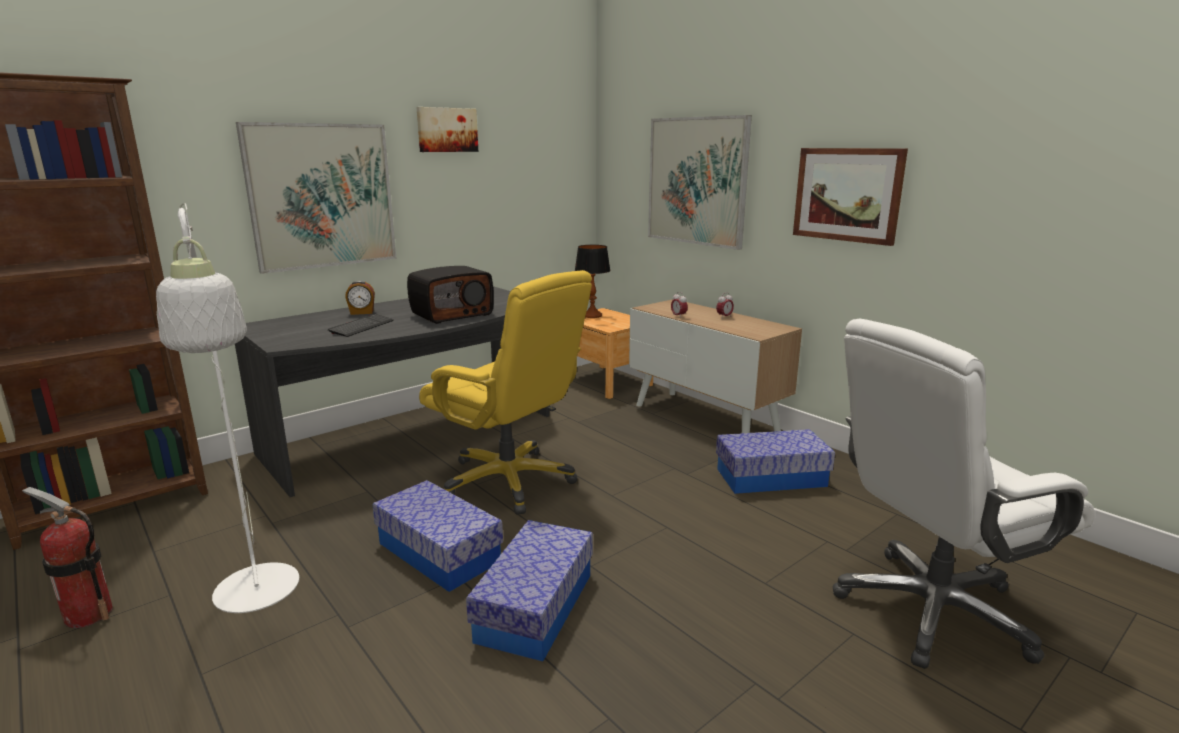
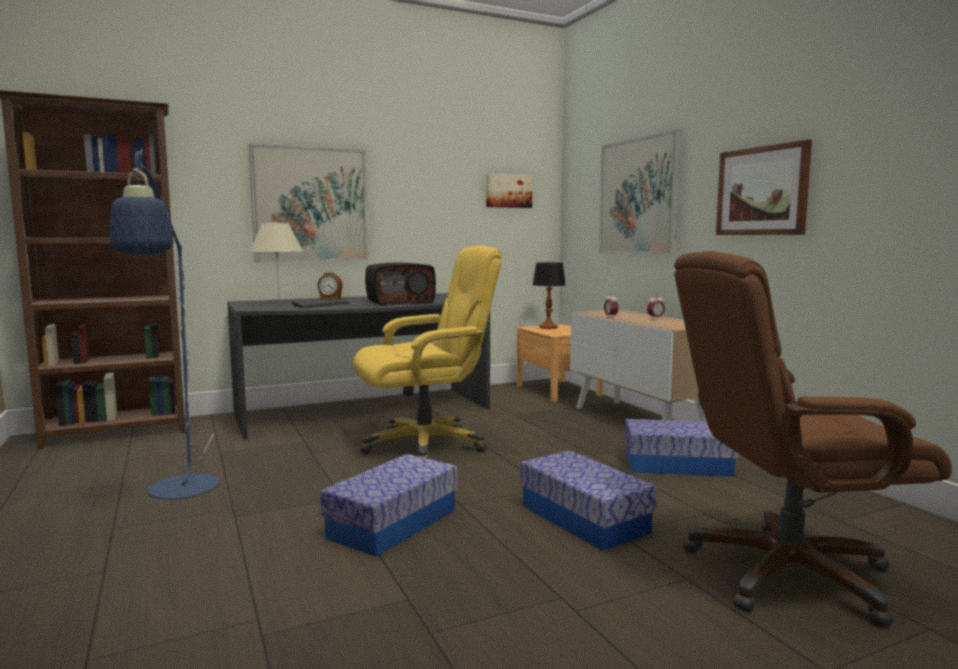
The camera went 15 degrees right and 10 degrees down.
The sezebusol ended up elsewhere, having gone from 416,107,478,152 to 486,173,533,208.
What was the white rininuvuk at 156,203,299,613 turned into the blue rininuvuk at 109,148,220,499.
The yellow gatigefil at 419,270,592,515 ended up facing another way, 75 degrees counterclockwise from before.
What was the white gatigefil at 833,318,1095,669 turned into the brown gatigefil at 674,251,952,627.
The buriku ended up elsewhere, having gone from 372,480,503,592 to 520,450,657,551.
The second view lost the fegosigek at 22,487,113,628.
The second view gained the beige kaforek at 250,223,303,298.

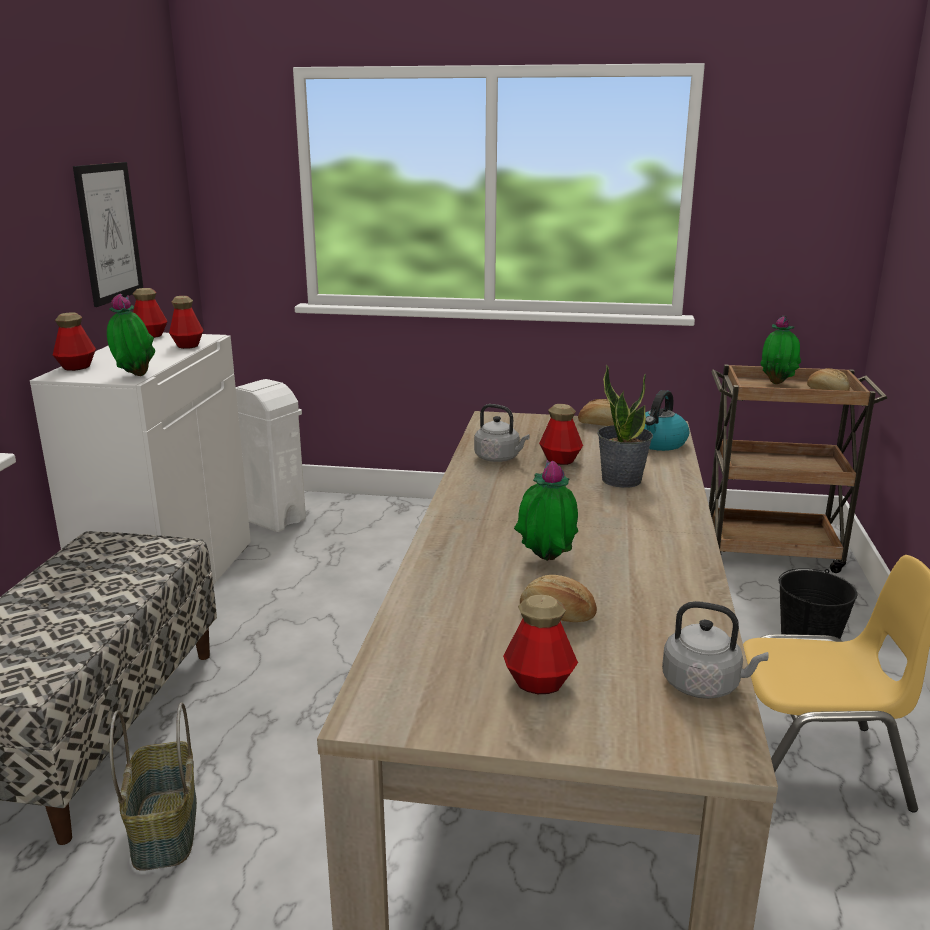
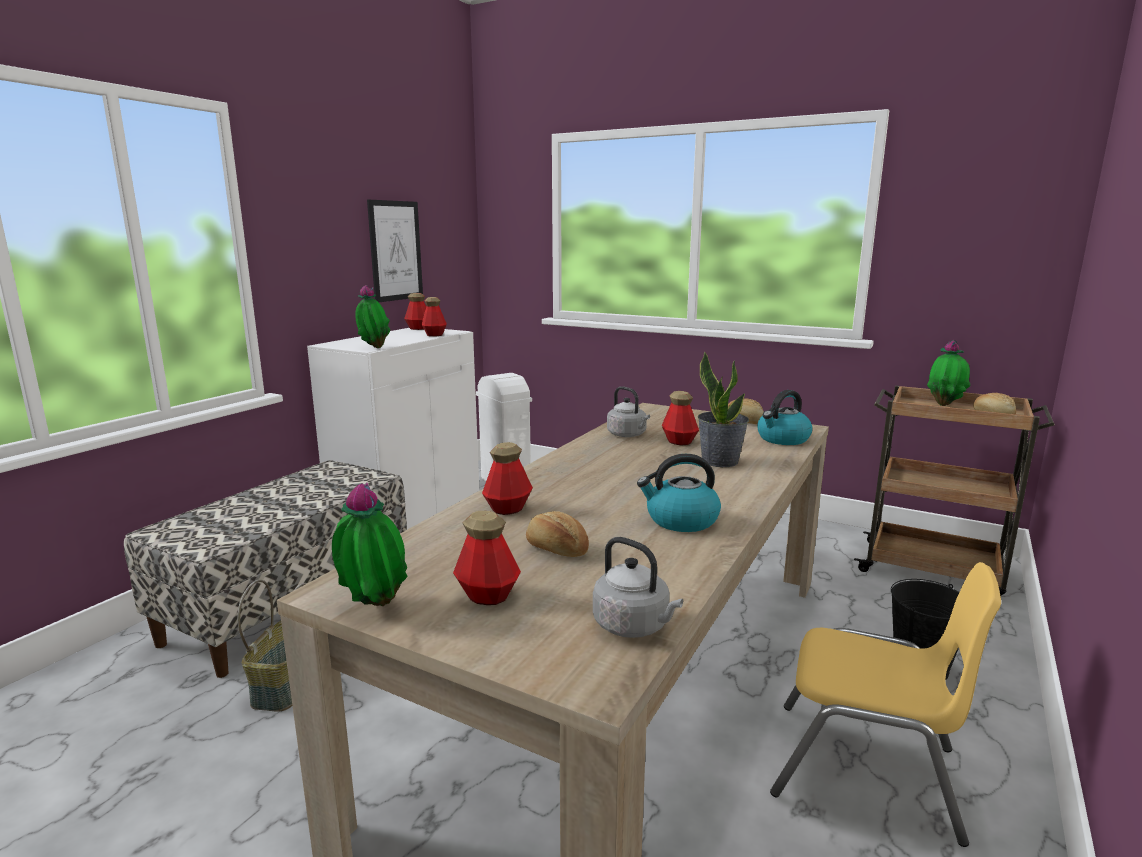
The camera went 20 degrees right and 5 degrees down.
The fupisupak ended up elsewhere, having gone from 53,312,96,371 to 482,442,533,515.
The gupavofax ended up elsewhere, having gone from 514,460,578,561 to 332,482,408,606.
The second view gained the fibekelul at 637,454,721,532.

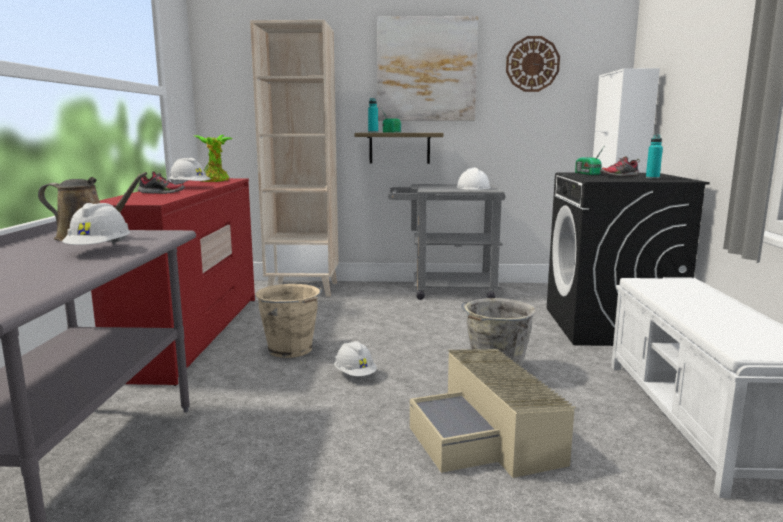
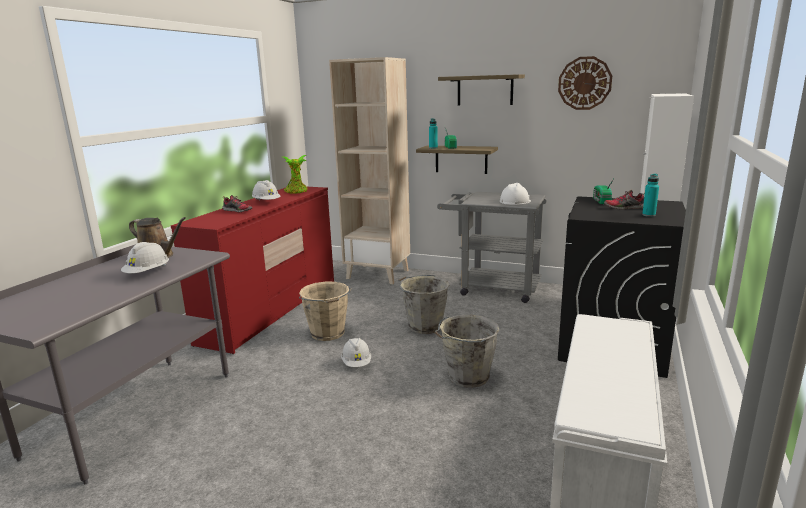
The camera went 20 degrees right and 5 degrees up.
Where the sezebusol hung at 377,16,478,121, the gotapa came to hang at 438,74,525,106.
The second view lost the beige buriku at 410,349,576,478.
The second view gained the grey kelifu at 398,275,449,334.

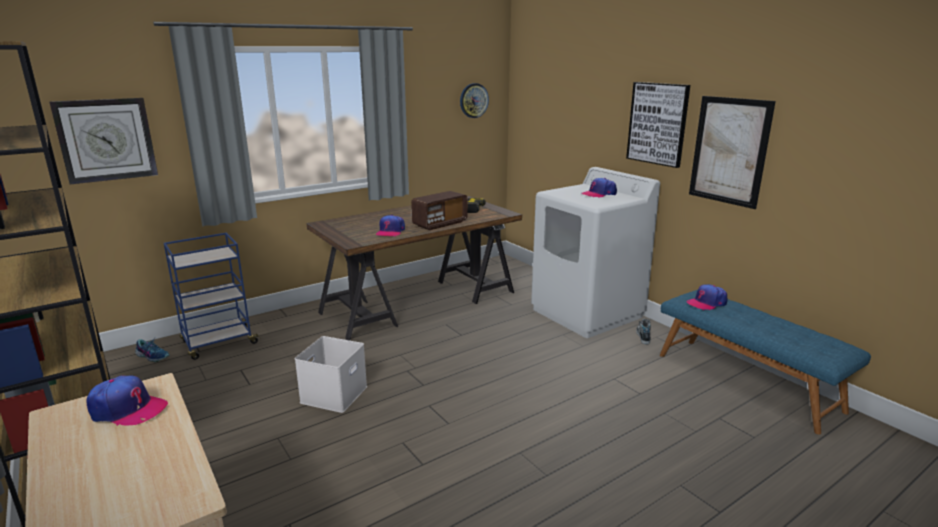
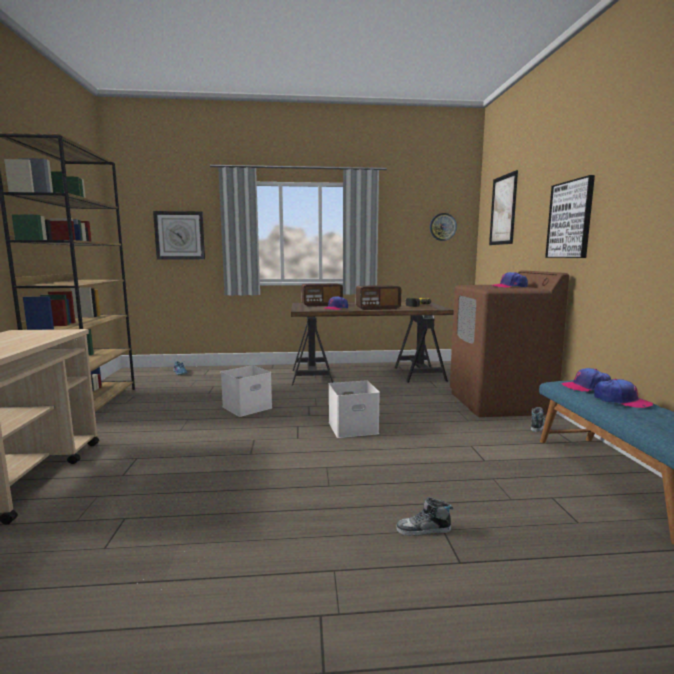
The camera went 30 degrees right and 10 degrees down.
The sezebusol ended up elsewhere, having gone from 689,96,776,209 to 489,170,518,245.
What was the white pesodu at 531,167,660,338 turned into the brown pesodu at 450,271,570,417.
The second view lost the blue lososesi at 164,233,261,360.
The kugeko ended up elsewhere, having gone from 86,375,168,426 to 594,379,653,408.
The second view gained the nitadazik at 301,283,343,307.
The second view gained the white buriku at 329,381,380,438.
The second view gained the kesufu at 396,497,453,536.

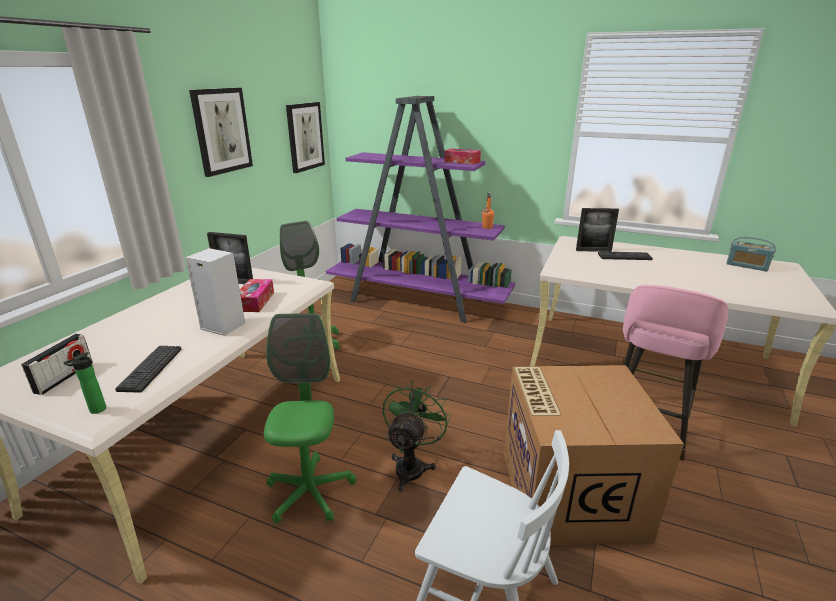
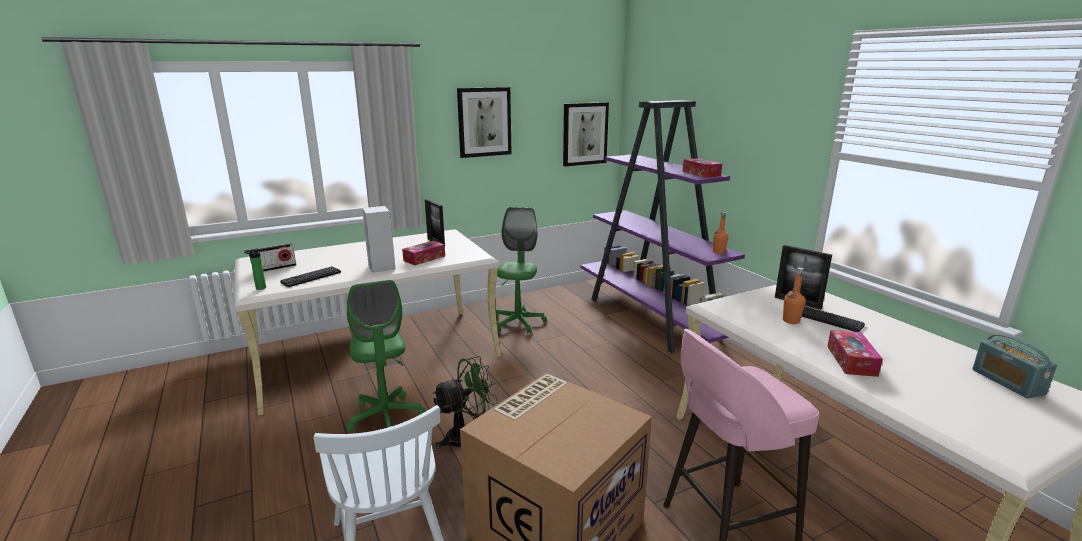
The camera went 40 degrees right and 5 degrees down.
The green gatigefil at 264,313,356,524 ended up facing another way, 120 degrees clockwise from before.
The second view gained the orange fupisupak at 783,268,806,324.
The second view gained the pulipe at 827,330,883,377.

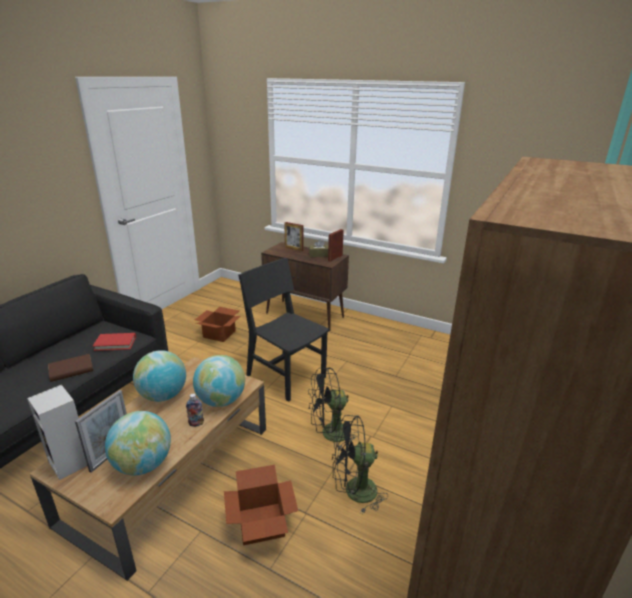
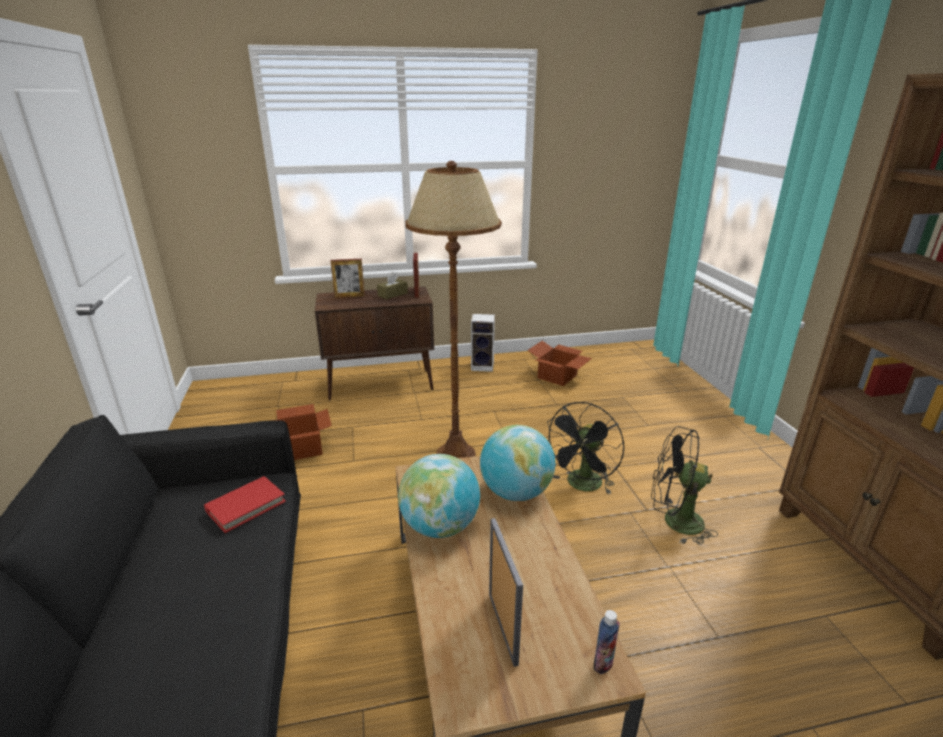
The camera went 40 degrees left and 0 degrees up.
Where the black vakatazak stood at 238,258,330,402, the brown rininuvuk came to stand at 405,161,502,458.
The second view lost the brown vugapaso at 48,354,93,382.
The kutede ended up elsewhere, having gone from 27,385,87,480 to 471,314,495,372.
The fupisupak ended up elsewhere, having gone from 186,393,204,427 to 594,610,620,674.
The second view lost the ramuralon at 105,411,171,475.
The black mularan at 332,415,388,514 ended up facing another way, 60 degrees clockwise from before.
The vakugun ended up elsewhere, having gone from 224,465,298,545 to 528,341,592,386.

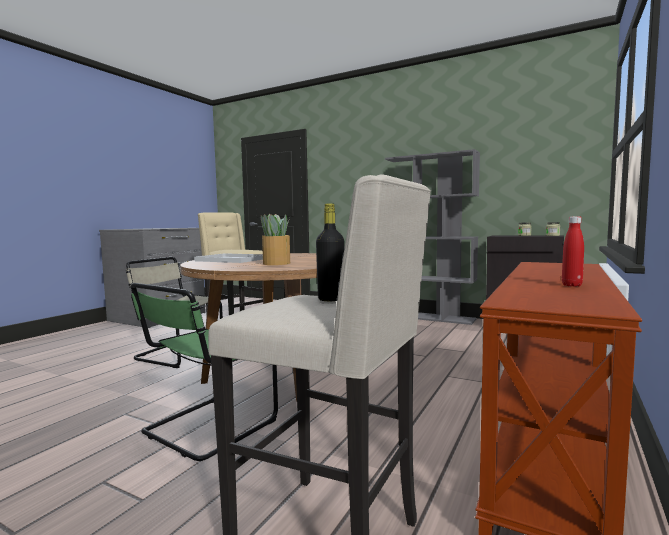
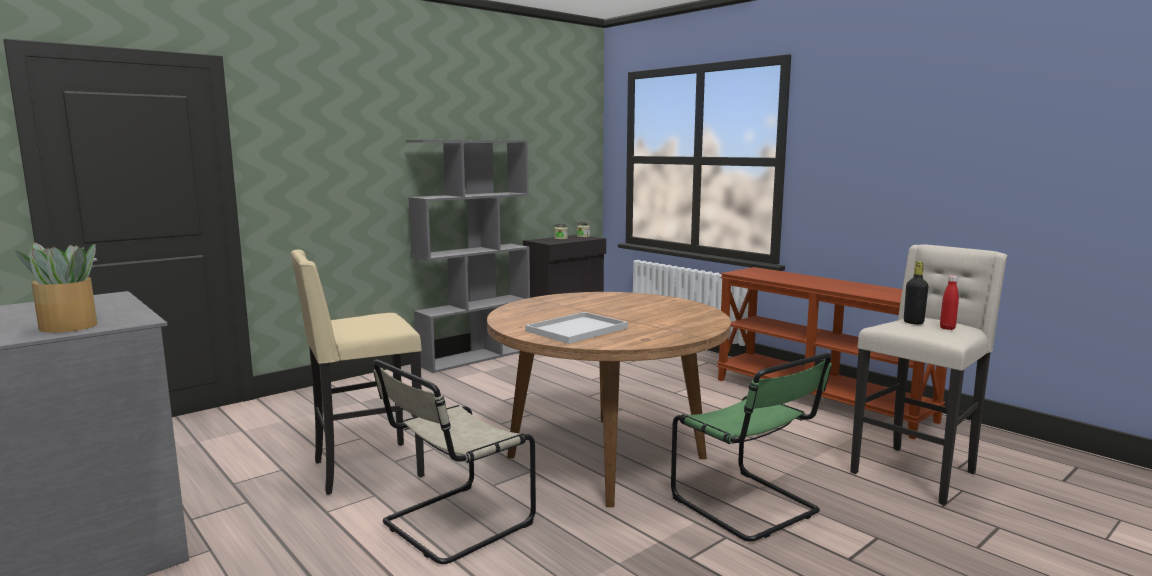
The camera went 70 degrees left and 5 degrees up.
The gupavofax ended up elsewhere, having gone from 261,214,290,265 to 15,243,97,333.
The red fupisupak ended up elsewhere, having gone from 562,217,584,287 to 940,275,959,330.

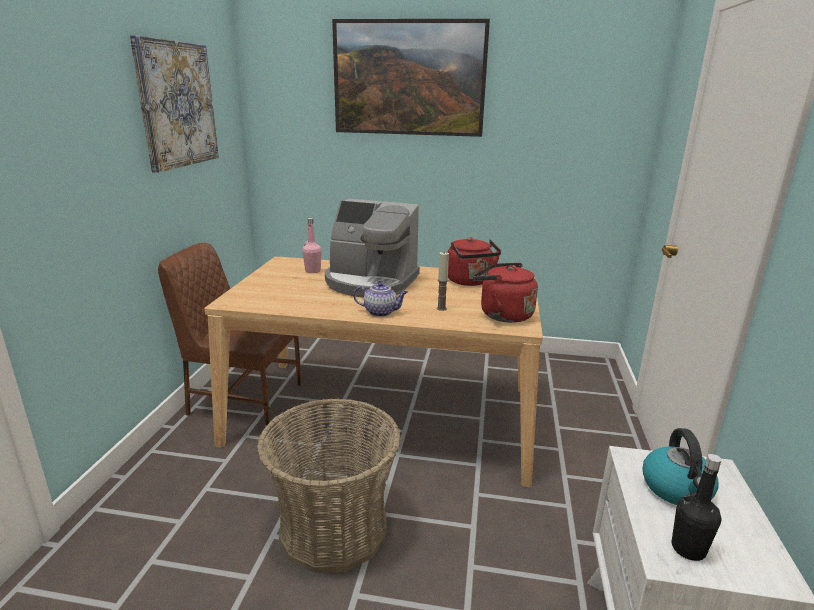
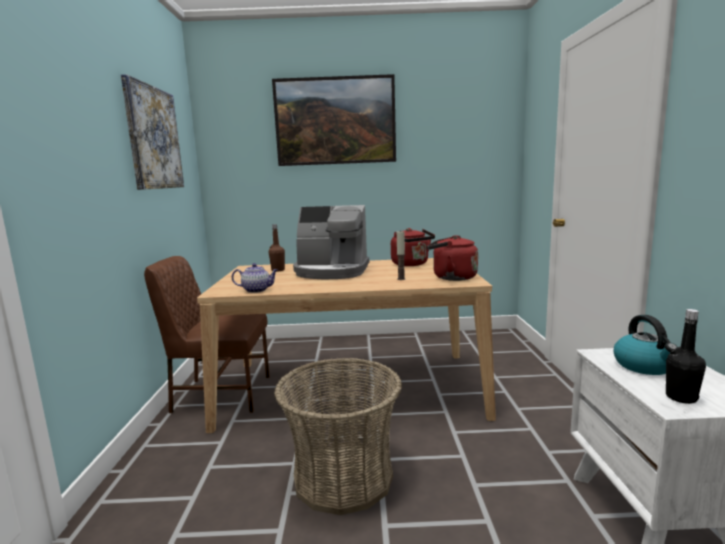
The camera went 10 degrees left and 10 degrees down.
What was the pink fupisupak at 302,218,322,273 turned into the brown fupisupak at 269,224,285,272.
The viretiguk ended up elsewhere, having gone from 354,282,408,317 to 232,263,278,293.

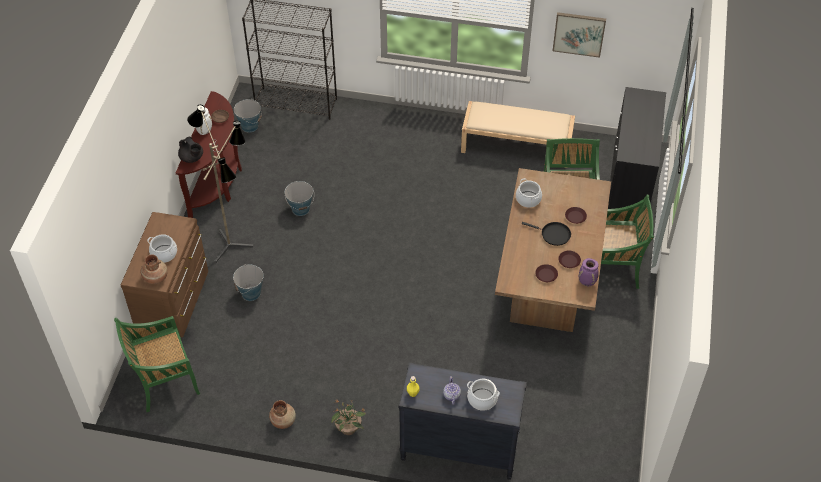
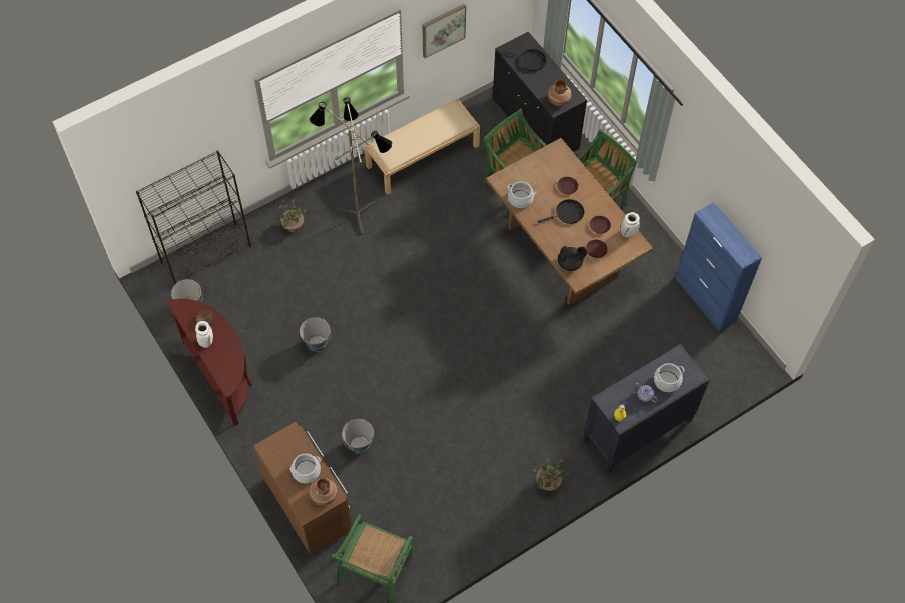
The camera went 45 degrees left and 10 degrees up.
The rininuvuk ended up elsewhere, having gone from 187,105,253,263 to 310,97,393,235.
The black viretiguk ended up elsewhere, having gone from 178,137,203,163 to 558,246,587,271.
What was the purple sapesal at 579,258,599,286 turned into the white sapesal at 621,212,640,237.
The brown sapesal ended up elsewhere, having gone from 269,400,296,429 to 548,79,571,106.
The second view gained the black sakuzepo at 502,49,547,71.
The second view gained the gupavofax at 274,199,307,232.
The second view gained the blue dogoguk at 675,202,762,331.

